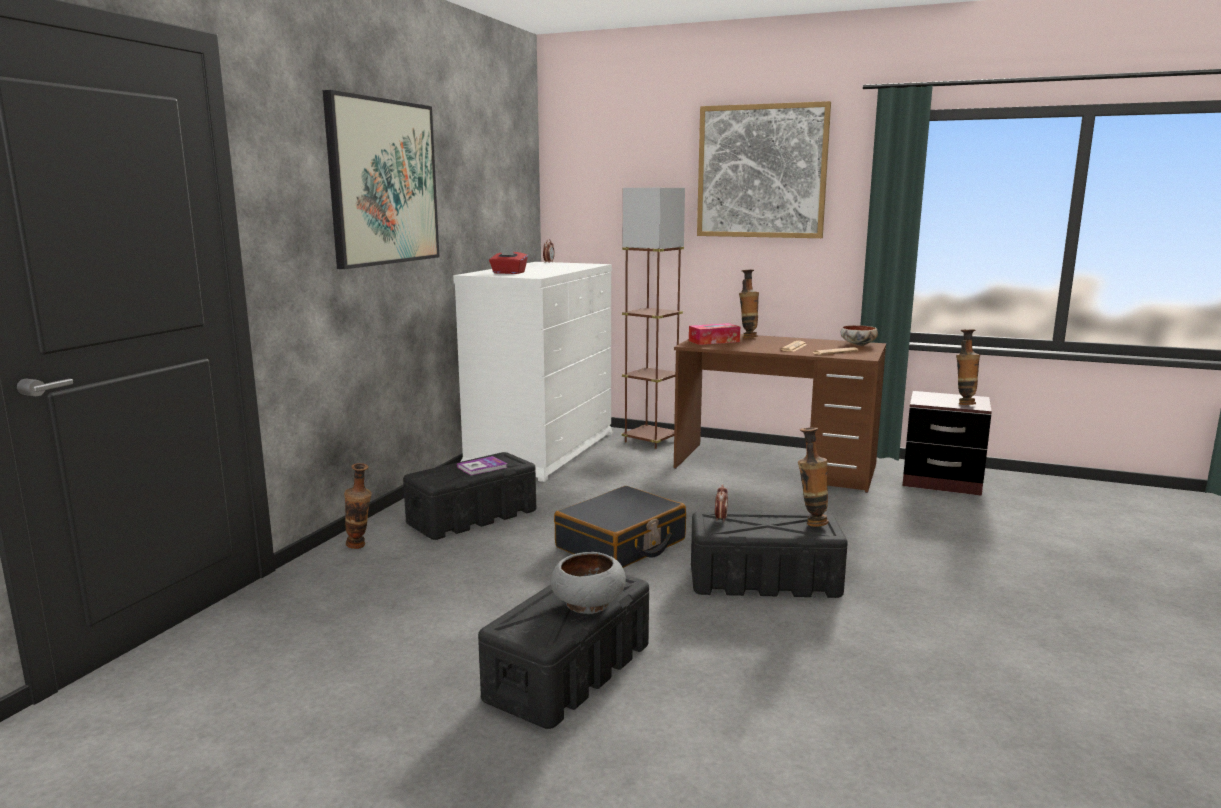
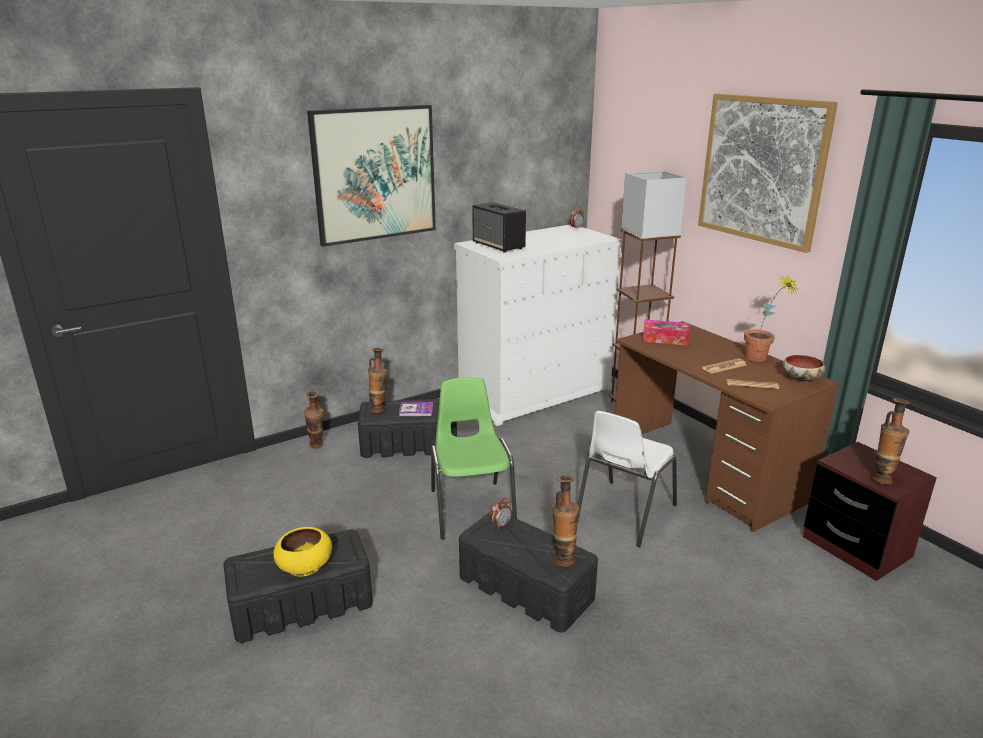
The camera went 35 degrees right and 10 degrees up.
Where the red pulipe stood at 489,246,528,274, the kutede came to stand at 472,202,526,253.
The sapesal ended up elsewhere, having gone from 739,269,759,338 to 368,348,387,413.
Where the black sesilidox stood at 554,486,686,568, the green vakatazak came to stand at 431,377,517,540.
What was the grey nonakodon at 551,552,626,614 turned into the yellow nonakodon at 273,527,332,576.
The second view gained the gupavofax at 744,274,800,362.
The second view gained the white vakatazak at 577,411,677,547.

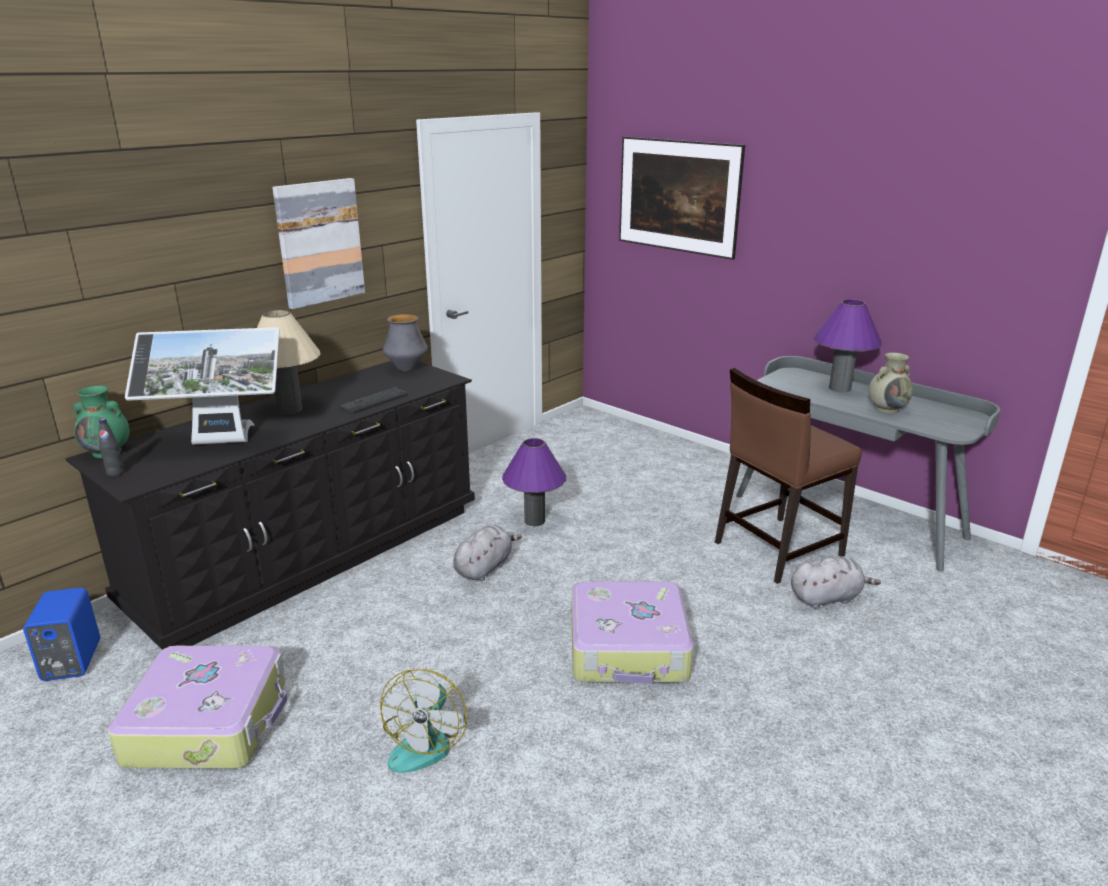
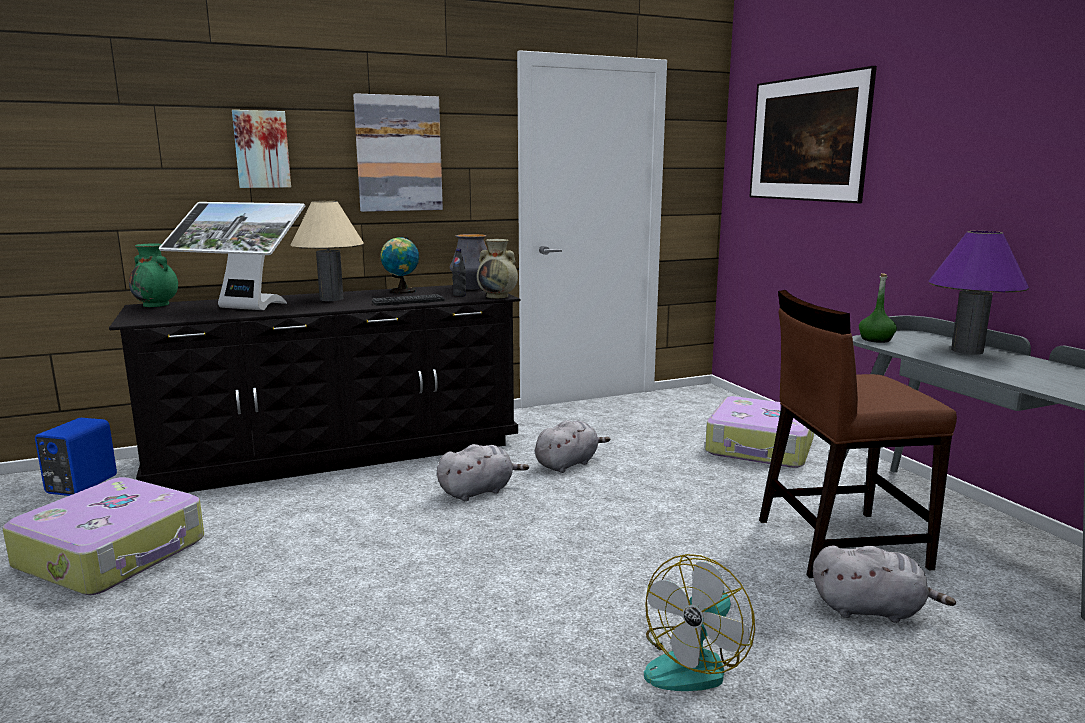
The camera went 25 degrees right and 10 degrees down.
The beige sapesal ended up elsewhere, having gone from 869,353,913,414 to 477,239,518,298.
The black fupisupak ended up elsewhere, having gone from 99,418,124,477 to 452,249,466,297.
Where the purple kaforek stood at 502,438,566,526, the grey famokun came to stand at 535,420,610,473.
The sesilidox ended up elsewhere, having gone from 571,582,694,684 to 705,396,814,468.
The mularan ended up elsewhere, having gone from 380,669,467,773 to 644,554,755,691.
The second view gained the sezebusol at 232,110,291,188.
The second view gained the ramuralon at 380,237,419,294.
The second view gained the green fupisupak at 859,273,897,343.

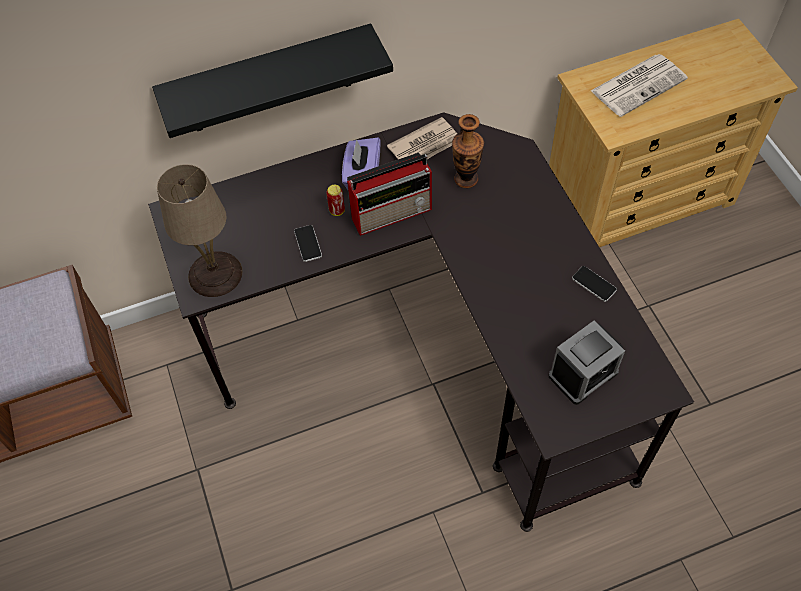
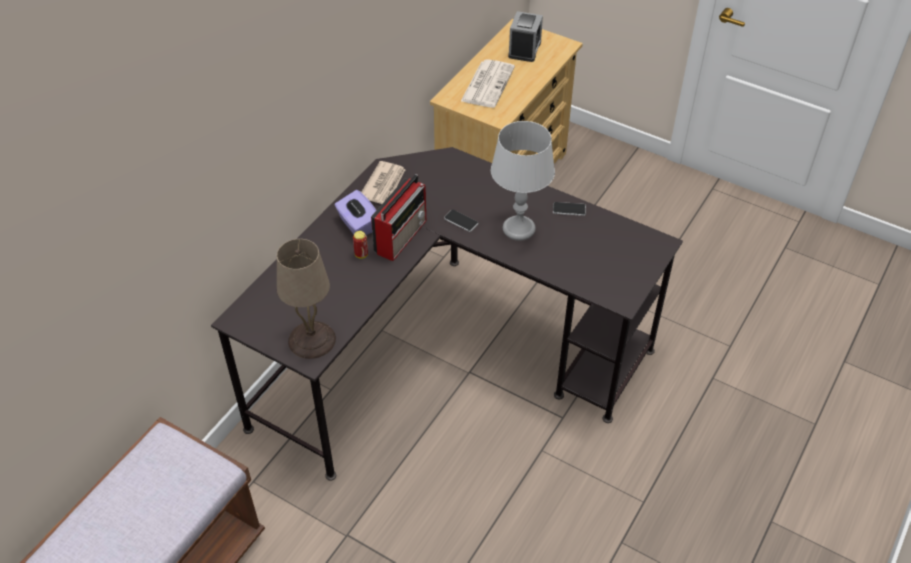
The camera went 40 degrees left and 10 degrees down.
The second view lost the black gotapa at 152,23,393,138.
The second view lost the sapesal at 452,114,484,188.
The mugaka ended up elsewhere, having gone from 294,225,322,262 to 444,209,478,232.
The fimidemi ended up elsewhere, having gone from 548,321,625,405 to 508,11,543,62.
The second view gained the grey kaforek at 491,121,555,241.

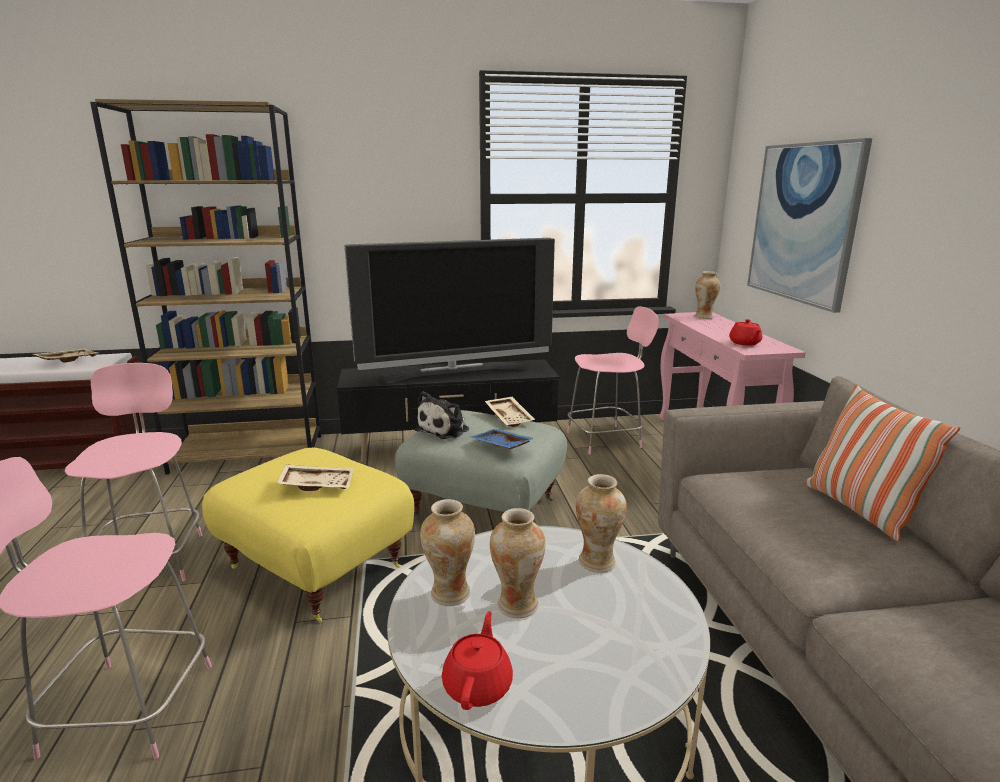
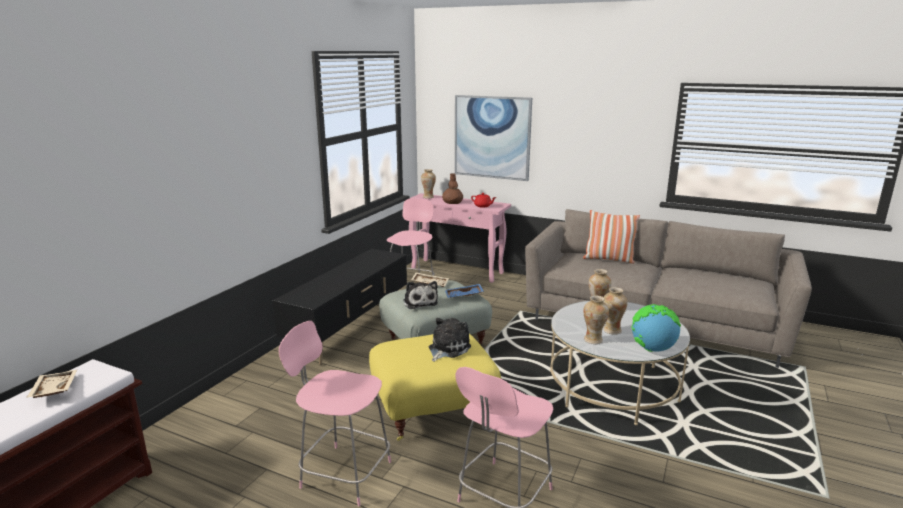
The camera went 55 degrees left and 0 degrees up.
The second view lost the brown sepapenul at 90,99,321,475.
The second view lost the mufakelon at 344,238,555,384.
Where the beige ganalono stood at 277,464,354,491, the famokun came to stand at 429,318,471,362.
Where the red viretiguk stood at 442,611,513,710, the ramuralon came to stand at 631,304,681,352.
The second view gained the brown sapesal at 442,173,463,204.

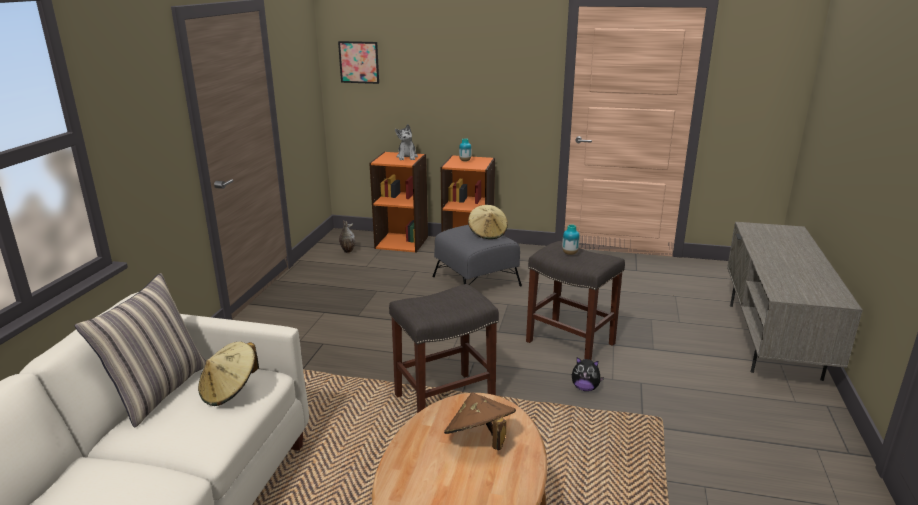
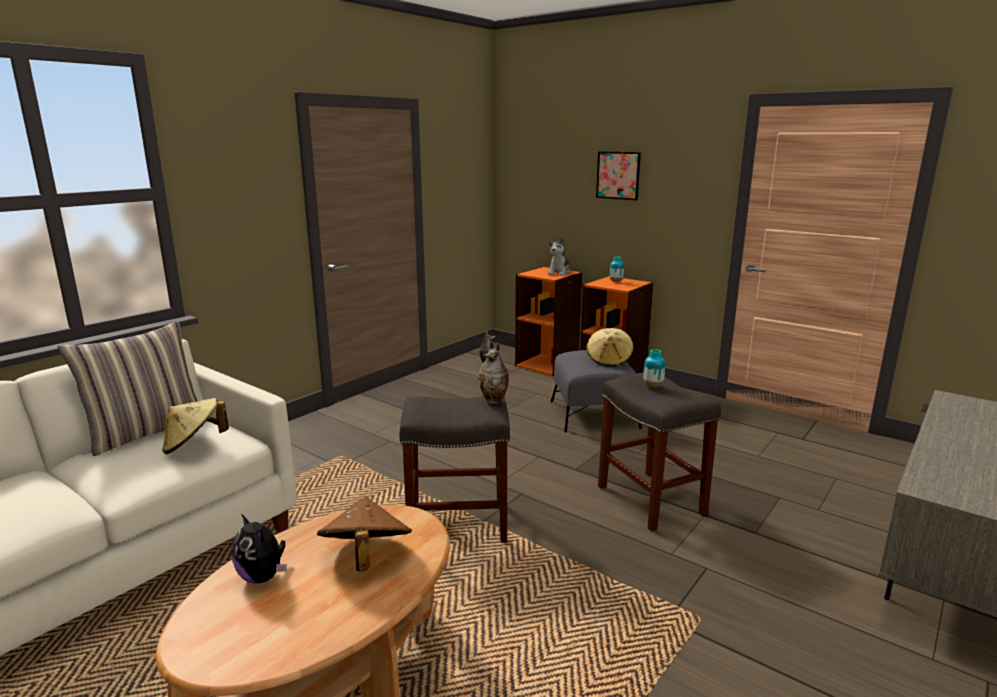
The camera went 25 degrees right and 5 degrees down.
The sezebusol ended up elsewhere, having gone from 338,41,379,84 to 596,151,641,200.
The famokun ended up elsewhere, having gone from 572,357,604,391 to 232,514,287,584.
The second view gained the sapesal at 478,341,509,404.

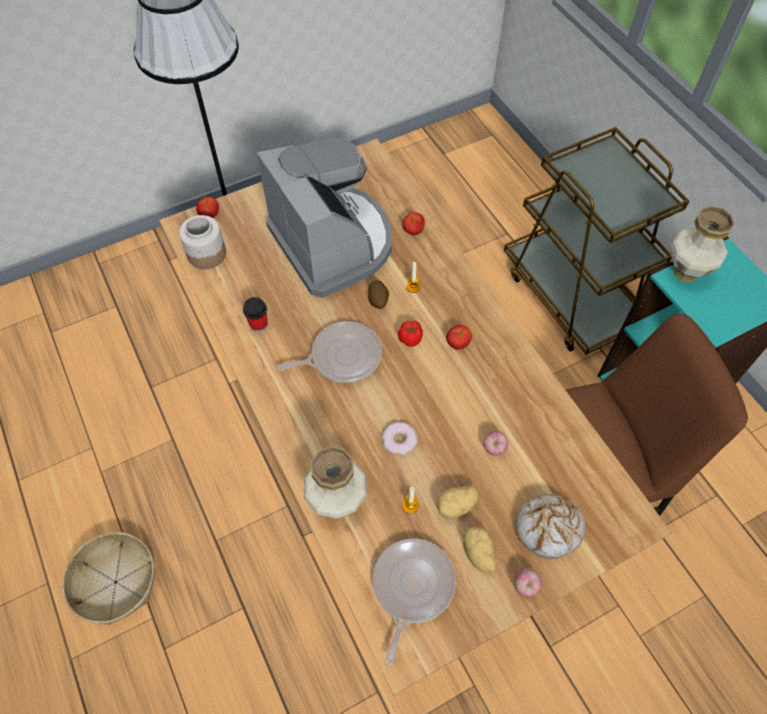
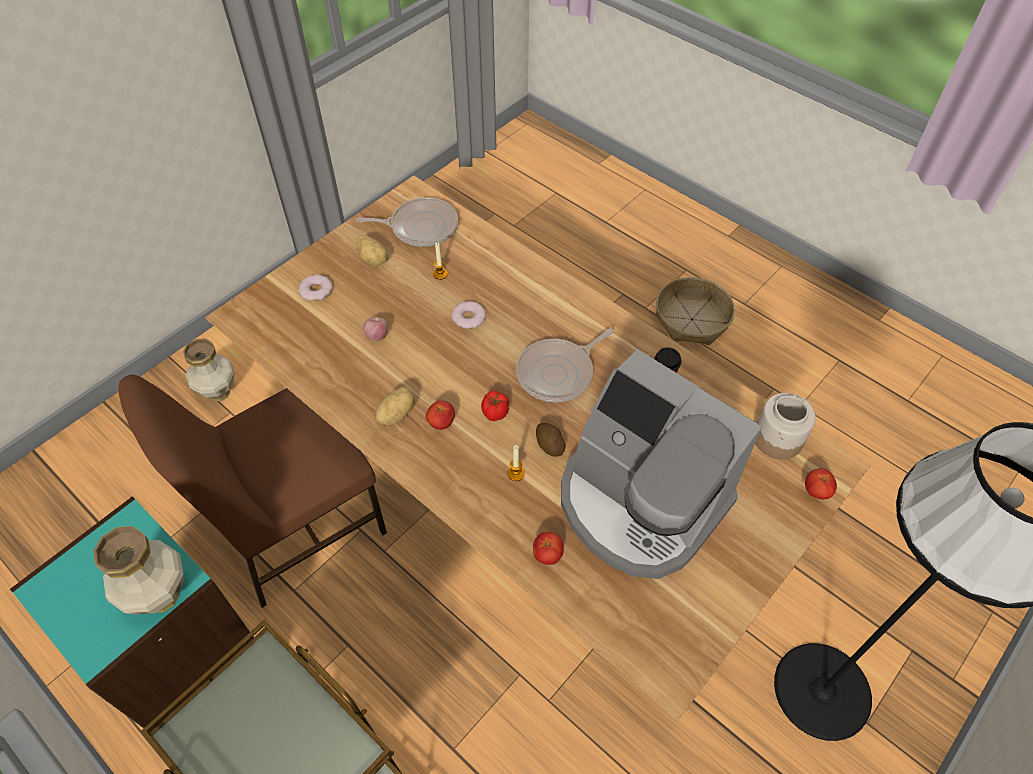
The camera went 160 degrees right and 5 degrees down.
The sapesal ended up elsewhere, having gone from 304,446,367,519 to 183,338,235,402.
The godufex ended up elsewhere, having gone from 436,486,479,519 to 375,387,415,425.
Where the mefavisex stood at 515,494,585,559, the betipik came to stand at 298,274,333,301.
The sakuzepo at 373,538,456,665 ended up facing another way, 90 degrees counterclockwise from before.
The second view lost the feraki at 514,568,542,597.

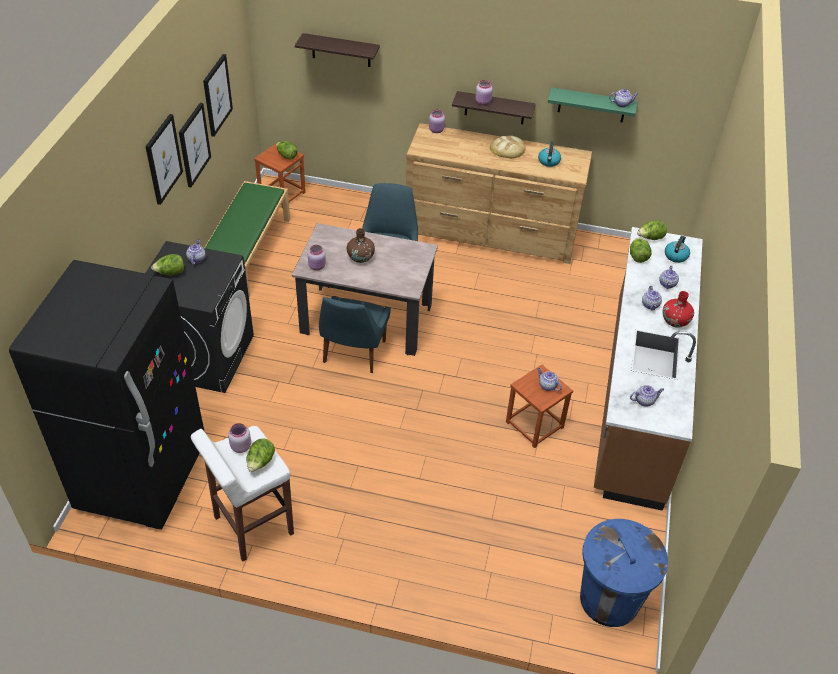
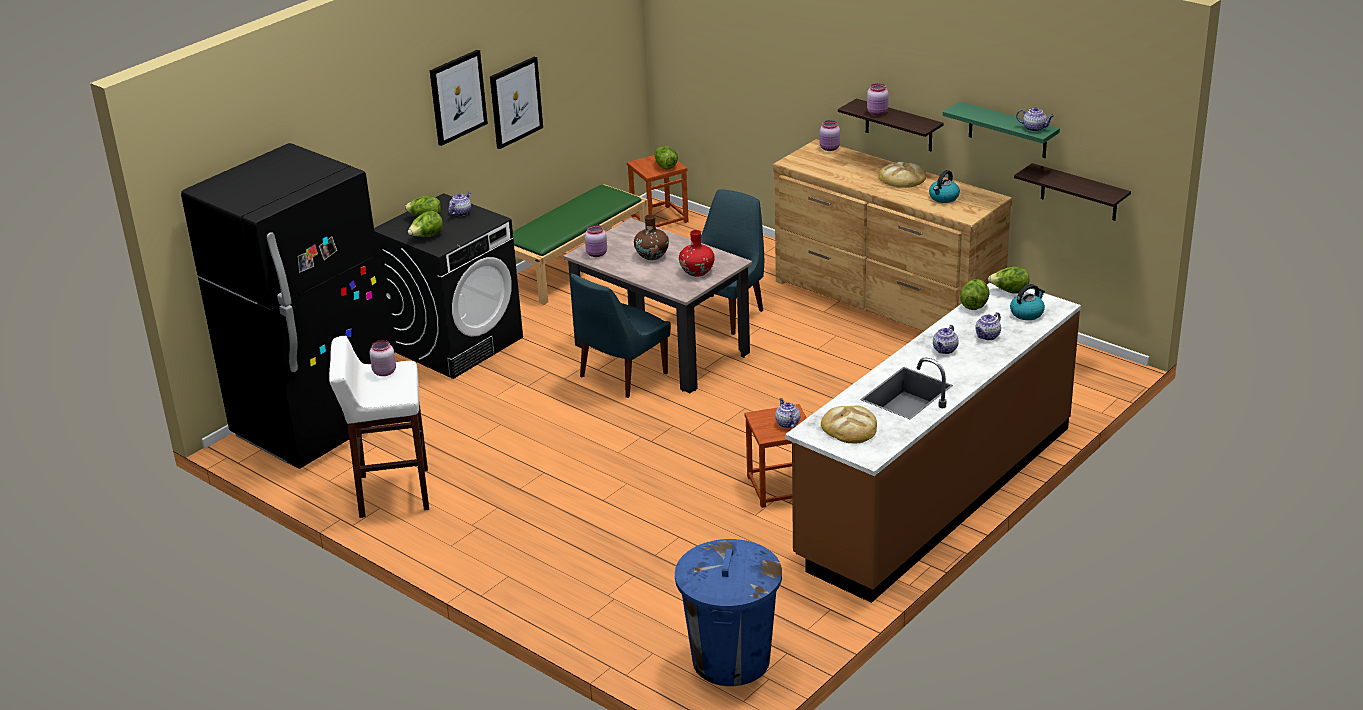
The camera went 30 degrees right and 15 degrees down.
The gotapa ended up elsewhere, having gone from 295,33,380,67 to 1014,163,1131,221.
The second view lost the sezebusol at 203,54,233,137.
The red sapesal ended up elsewhere, having gone from 663,291,694,328 to 679,230,715,277.
Where the viretiguk stood at 630,385,664,407, the mefavisex came to stand at 821,405,877,443.
The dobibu ended up elsewhere, having gone from 247,438,275,472 to 408,211,443,237.

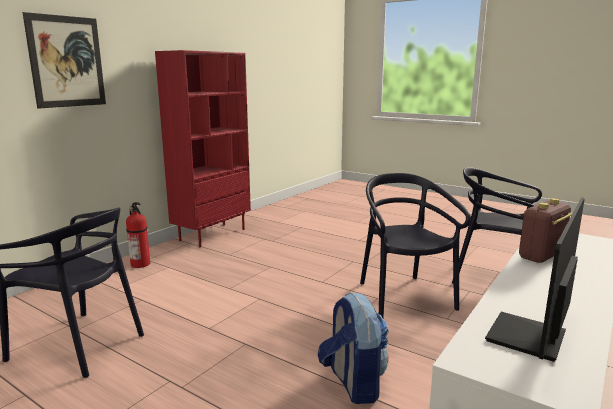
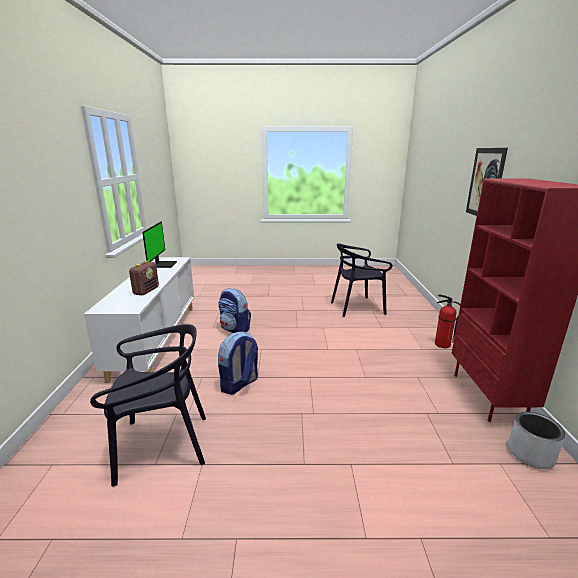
The camera went 145 degrees right and 5 degrees up.
Where the black vakatazak stood at 360,173,471,318, the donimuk came to stand at 218,332,258,395.
The second view gained the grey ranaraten at 508,412,565,469.

